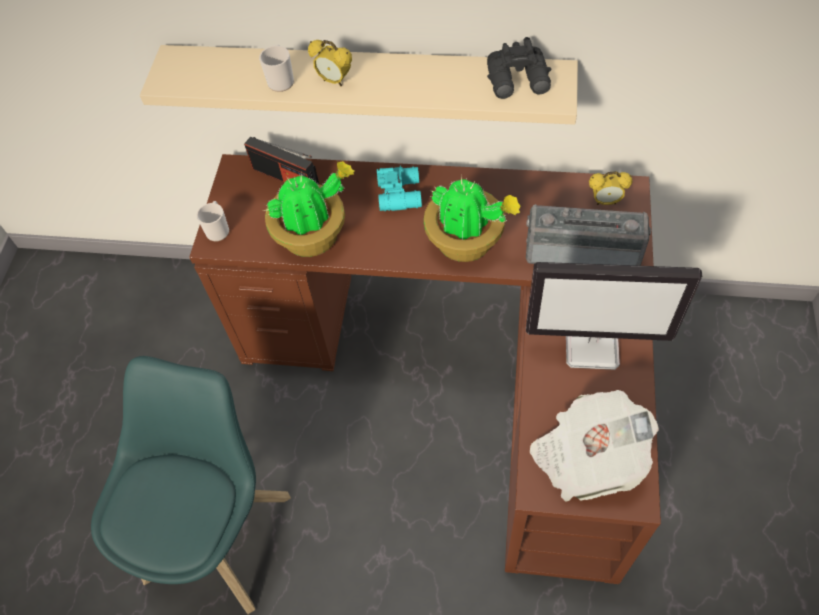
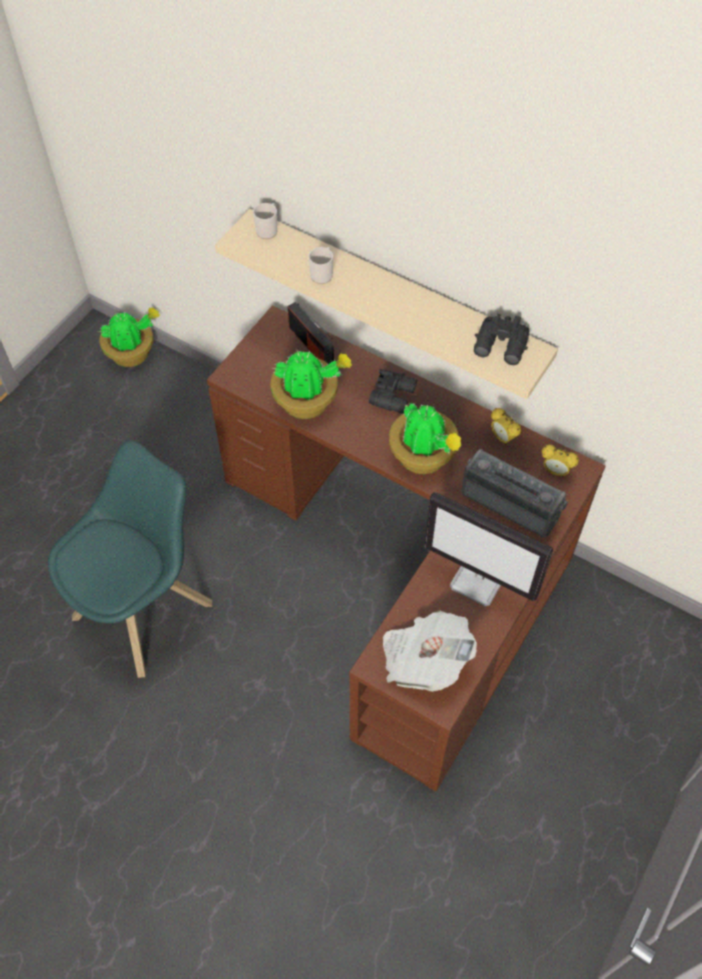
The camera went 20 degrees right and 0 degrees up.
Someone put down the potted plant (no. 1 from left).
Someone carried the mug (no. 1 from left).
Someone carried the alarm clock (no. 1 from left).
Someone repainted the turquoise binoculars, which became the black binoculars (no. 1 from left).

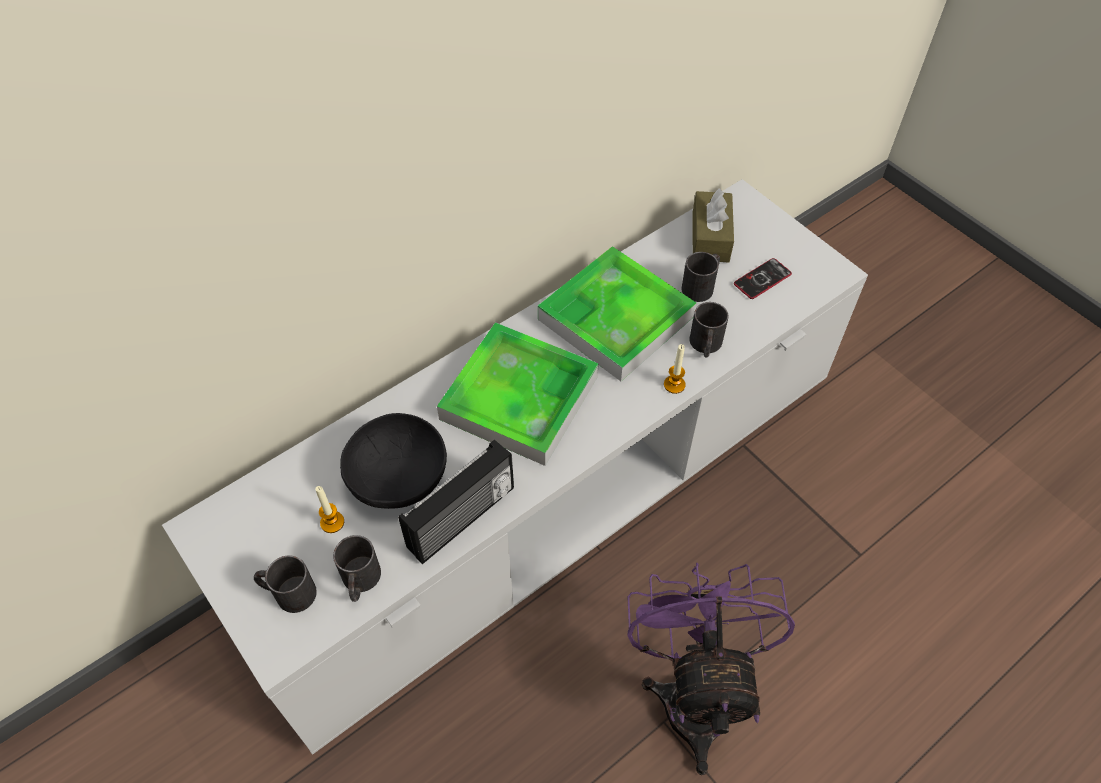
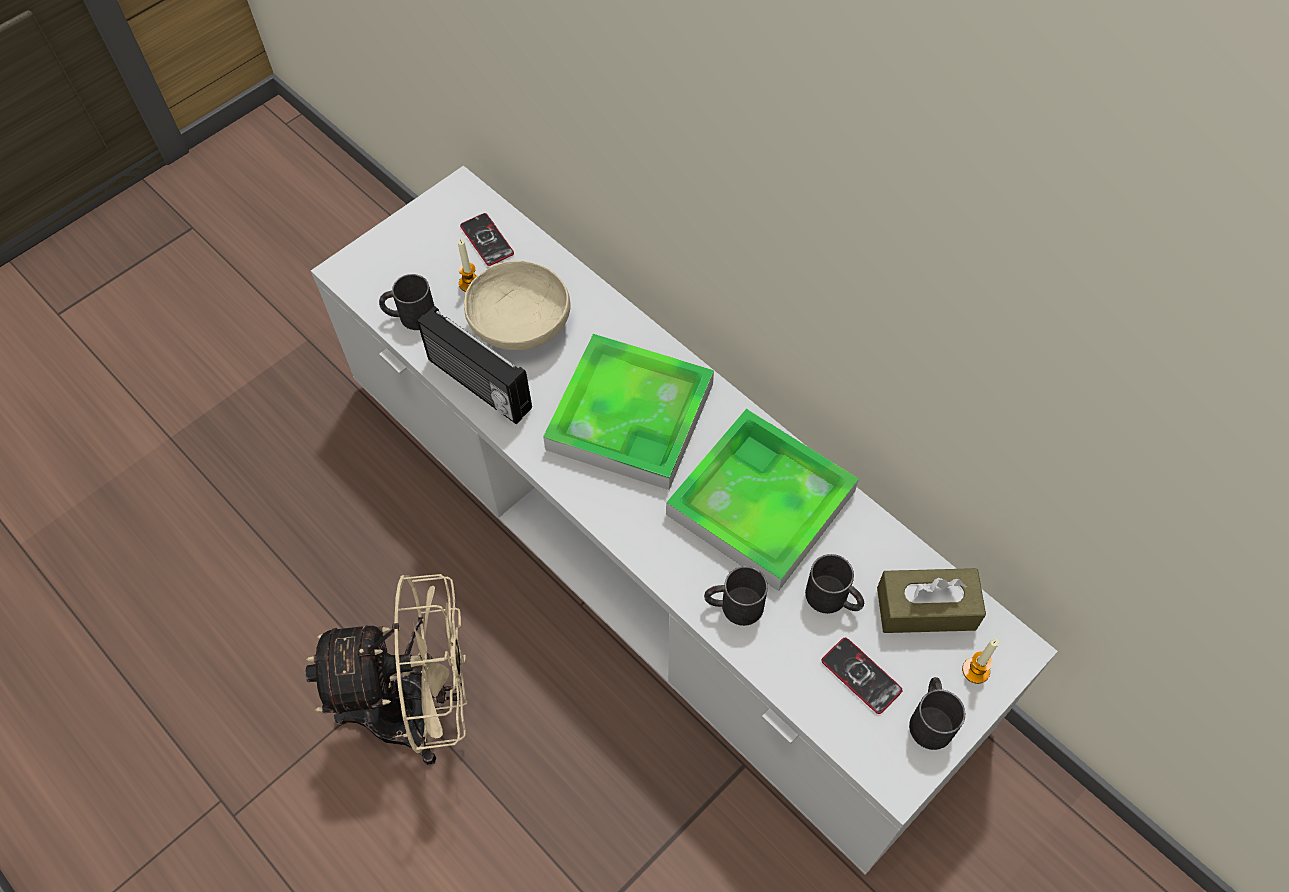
The camera went 85 degrees right and 5 degrees up.
Someone put down the phone (no. 1 from left).
Someone carried the black mug (no. 1 from left in the first image).
Someone carried the candle (no. 2 from left).
Someone repainted the black bowl, which became the beige bowl.
Someone repainted the purple fan, which became the beige fan.

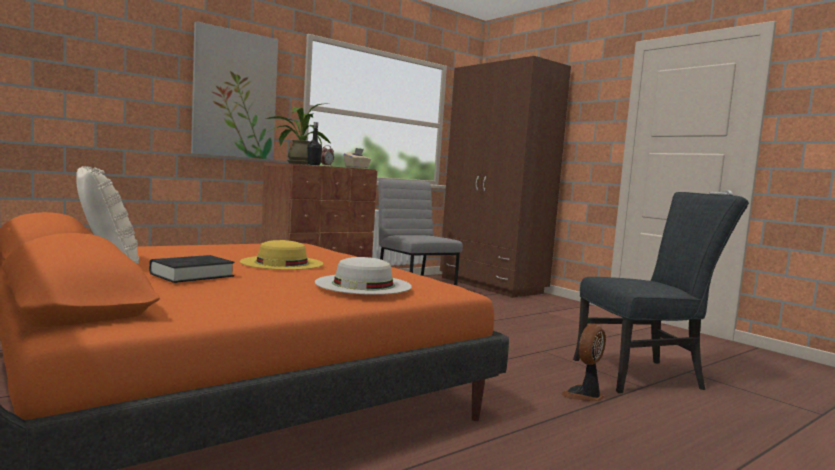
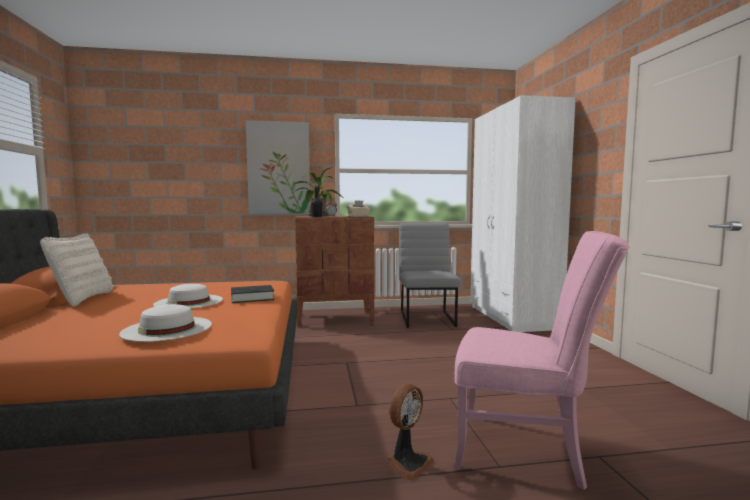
The camera went 30 degrees right and 0 degrees up.
Someone carried the black book.
Someone repainted the yellow hat, which became the white hat (no. 2 from left).
Someone repainted the brown wardrobe, which became the white wardrobe.
Someone repainted the grey chair (no. 2 from left), which became the pink chair.
Someone rotated the fan by 150 degrees clockwise.

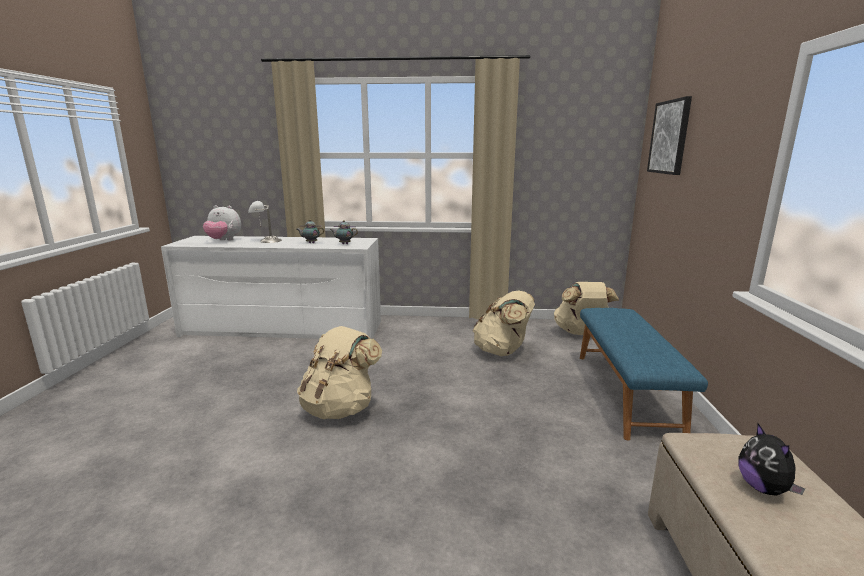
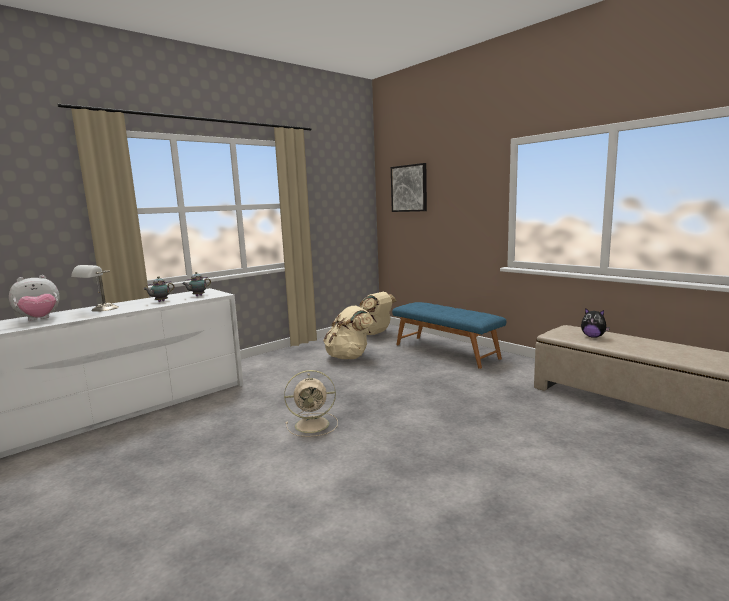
The camera went 45 degrees left and 5 degrees down.
Someone swapped the beige backpack (no. 1 from left) for the beige fan.

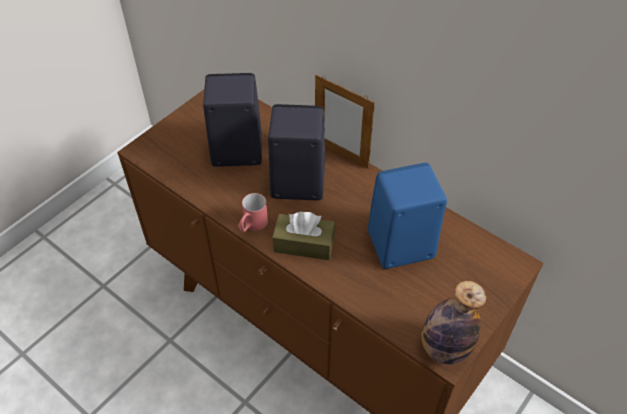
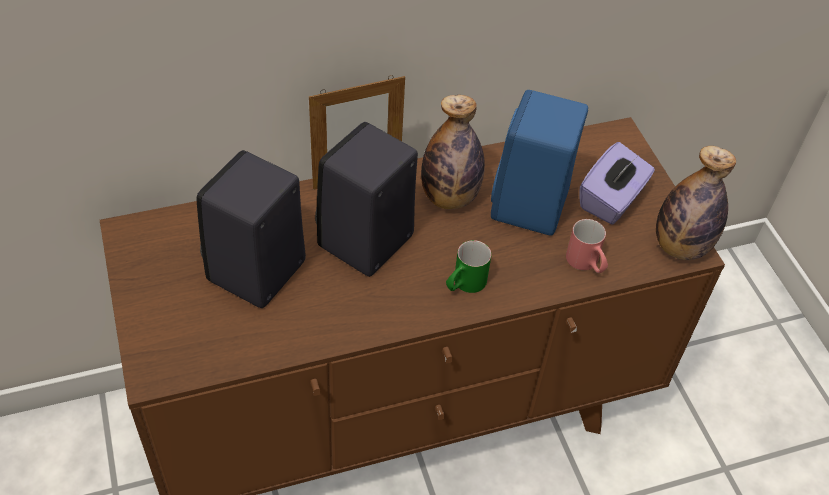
The camera went 60 degrees left and 0 degrees up.
Someone put down the bottle (no. 1 from left).
Someone put down the purple tissue box.
Someone carried the red mug.
Someone swapped the brown tissue box for the green mug.

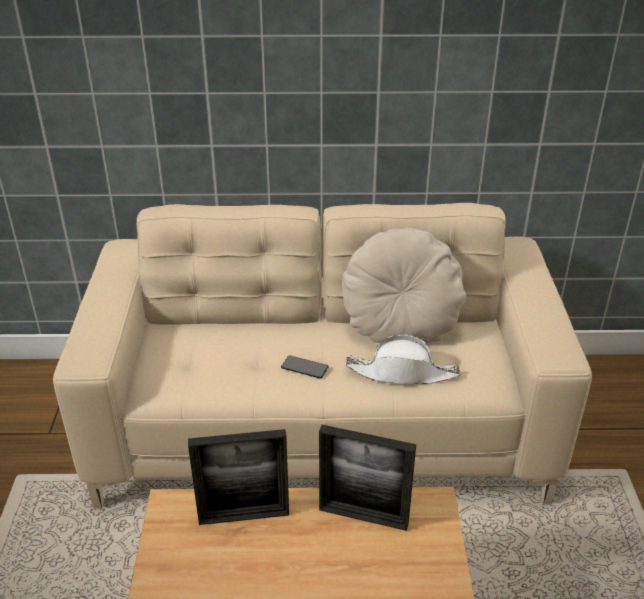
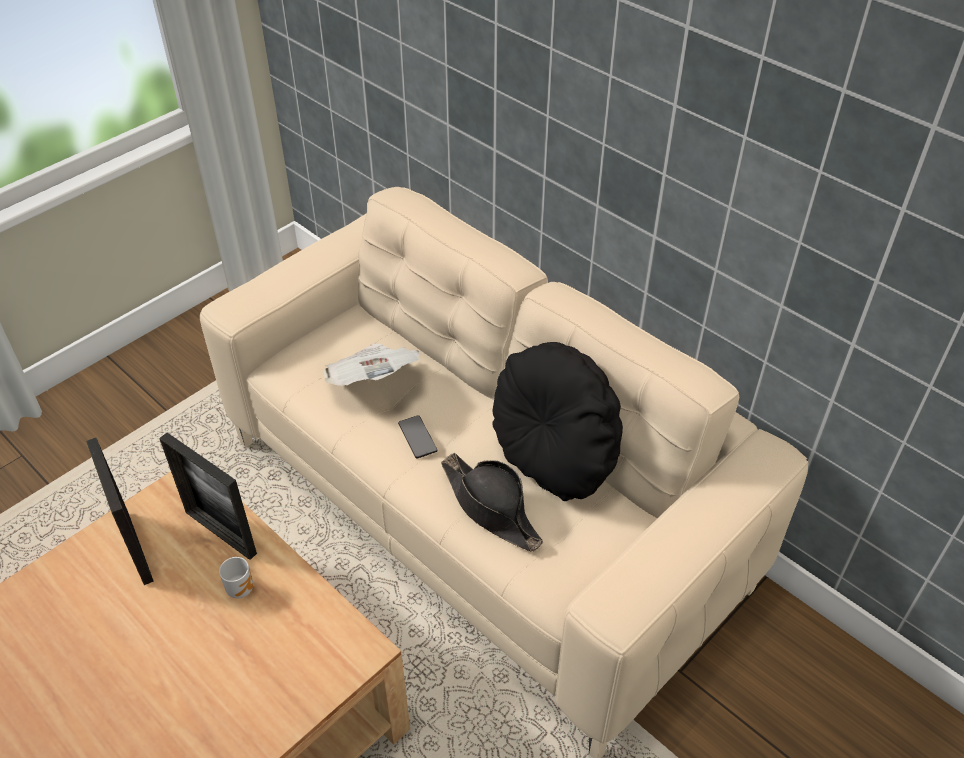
The camera went 45 degrees right and 10 degrees up.
Someone put down the mug.
Someone put down the newspaper.
Someone carried the picture frame (no. 2 from left in the first image).
Someone repainted the beige pillow, which became the black pillow.
Someone repainted the white hat, which became the black hat.

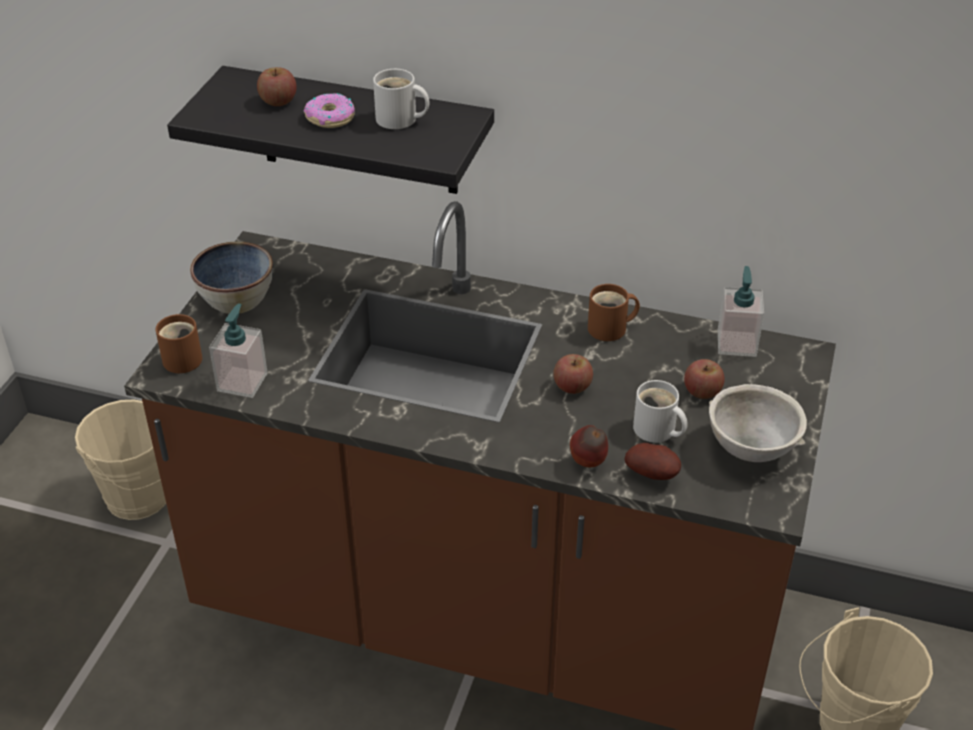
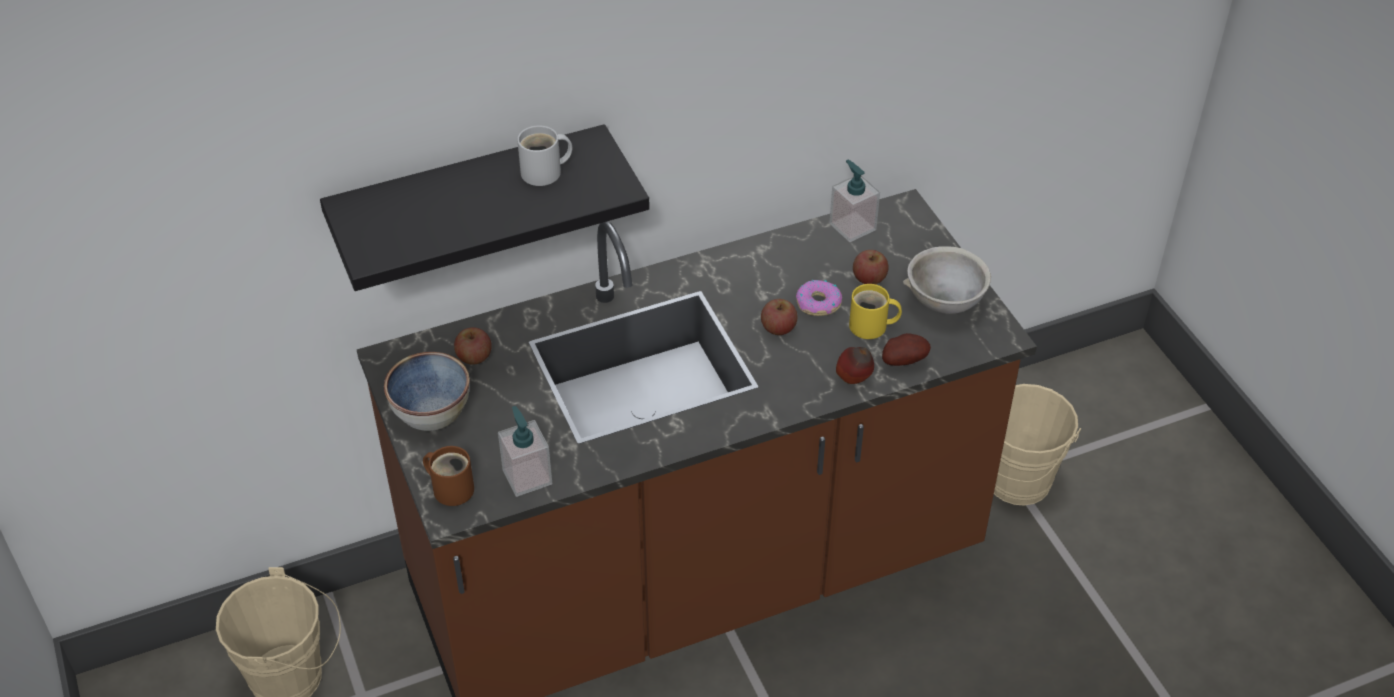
The camera went 40 degrees left and 5 degrees up.
Someone took away the brown mug (no. 2 from left).
Someone carried the apple (no. 1 from left).
Someone carried the donut.
Someone repainted the white mug (no. 2 from left), which became the yellow mug.

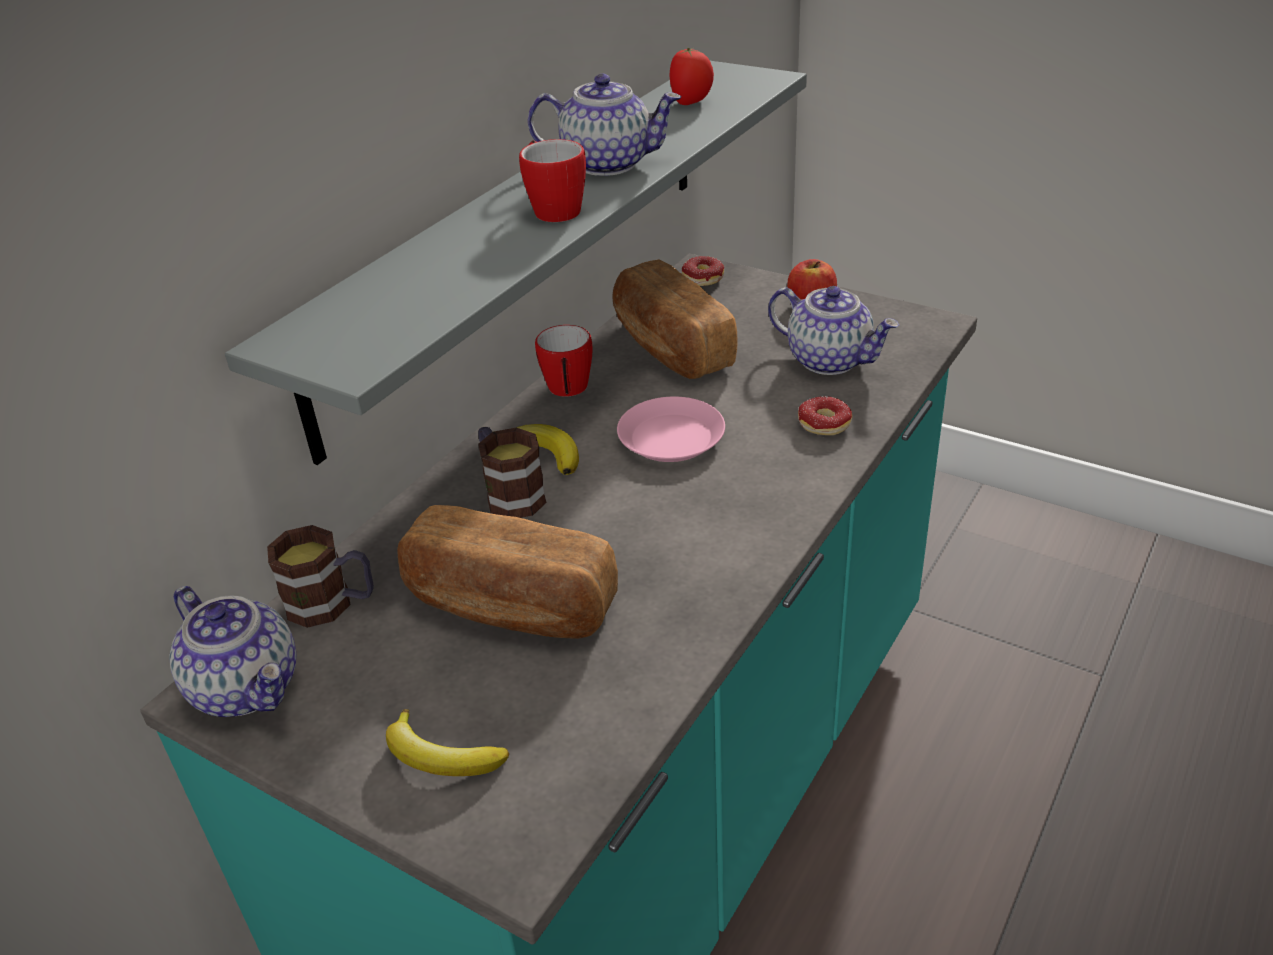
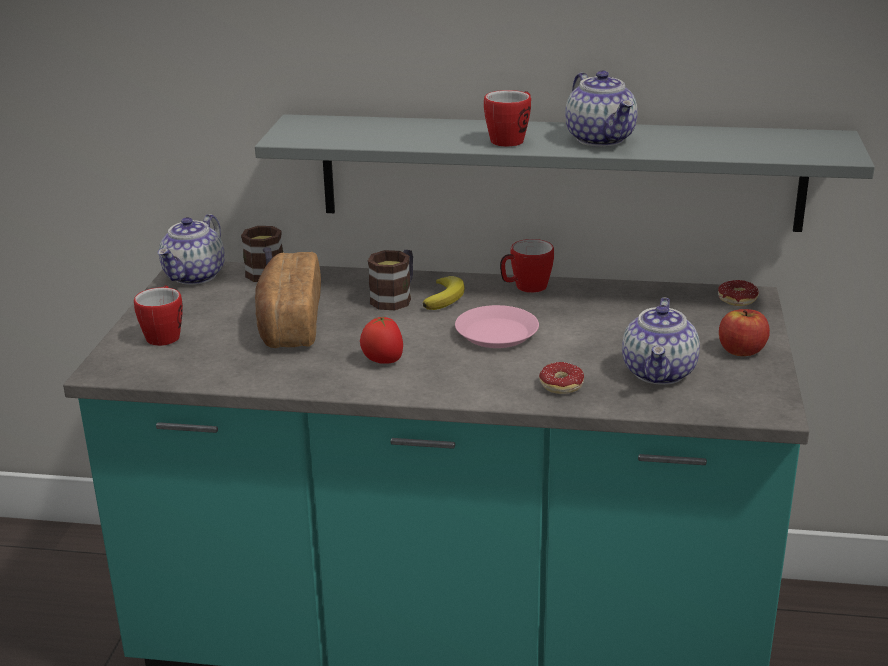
The camera went 65 degrees right and 10 degrees down.
Someone took away the bread (no. 2 from left).
Someone carried the tomato.
Someone swapped the banana (no. 1 from left) for the mug (no. 1 from left).

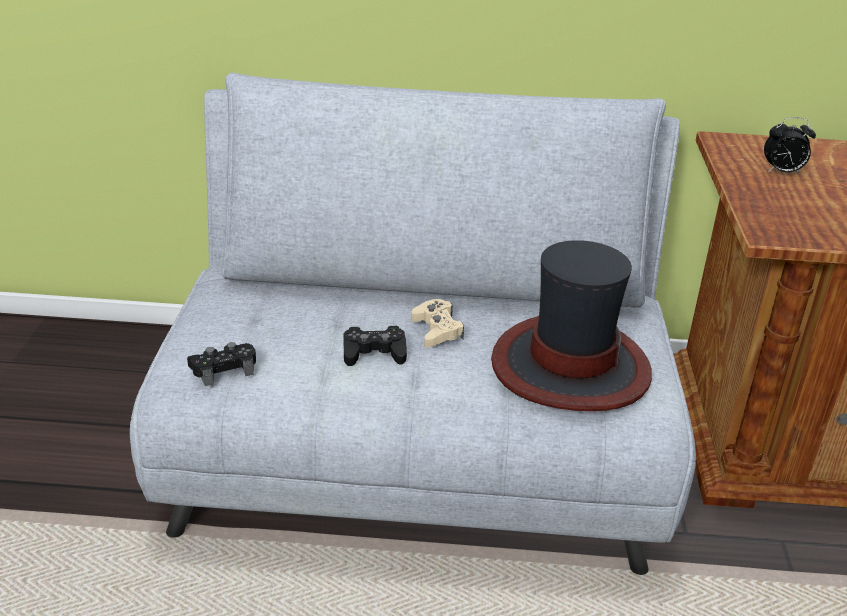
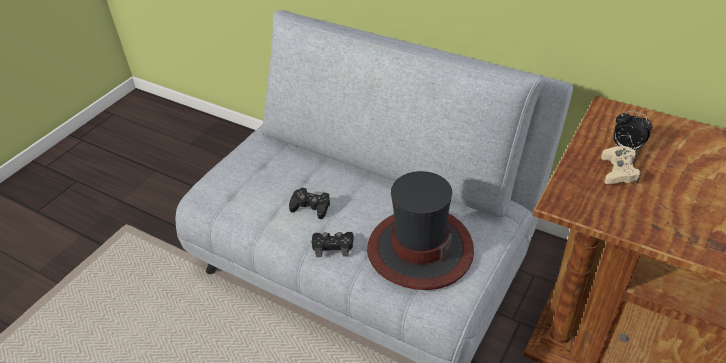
The camera went 30 degrees right and 10 degrees up.
Someone carried the black game controller (no. 1 from left in the first image).
Someone carried the beige game controller.

